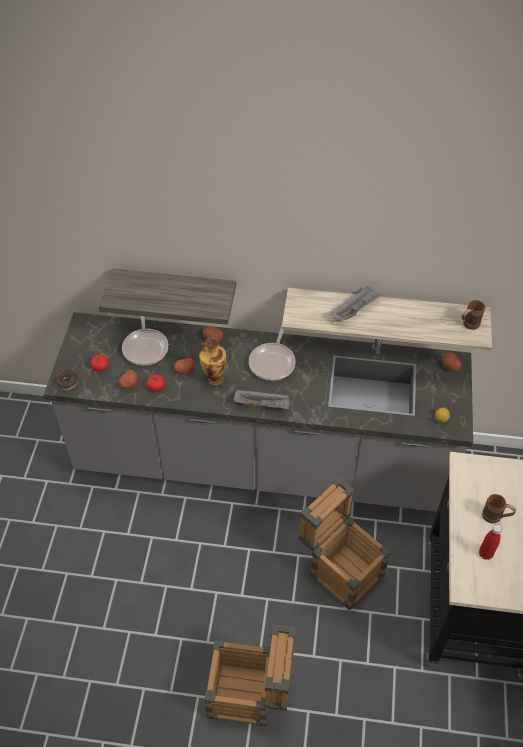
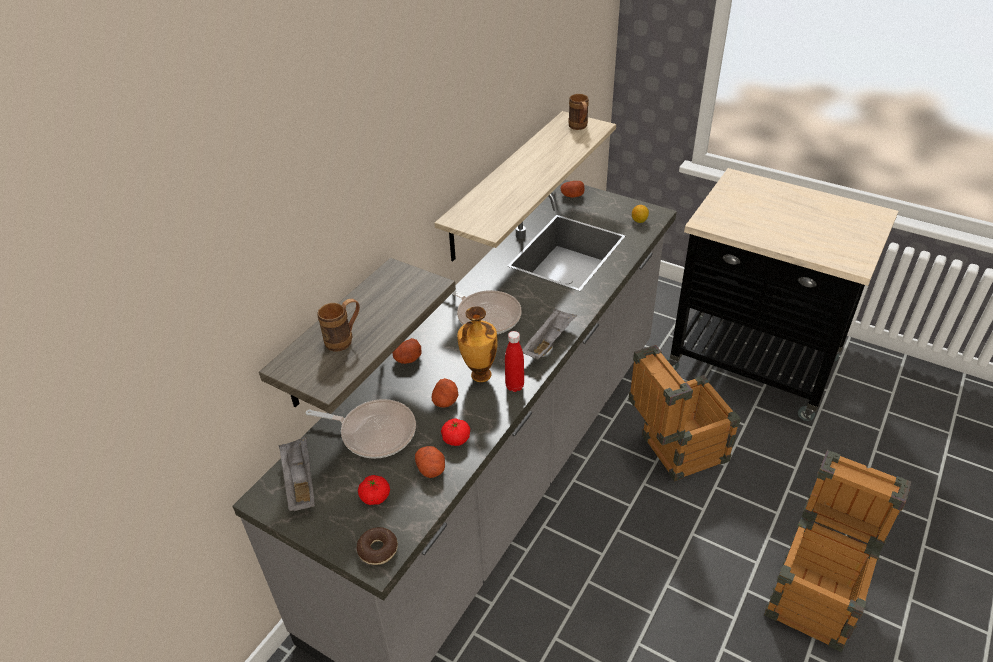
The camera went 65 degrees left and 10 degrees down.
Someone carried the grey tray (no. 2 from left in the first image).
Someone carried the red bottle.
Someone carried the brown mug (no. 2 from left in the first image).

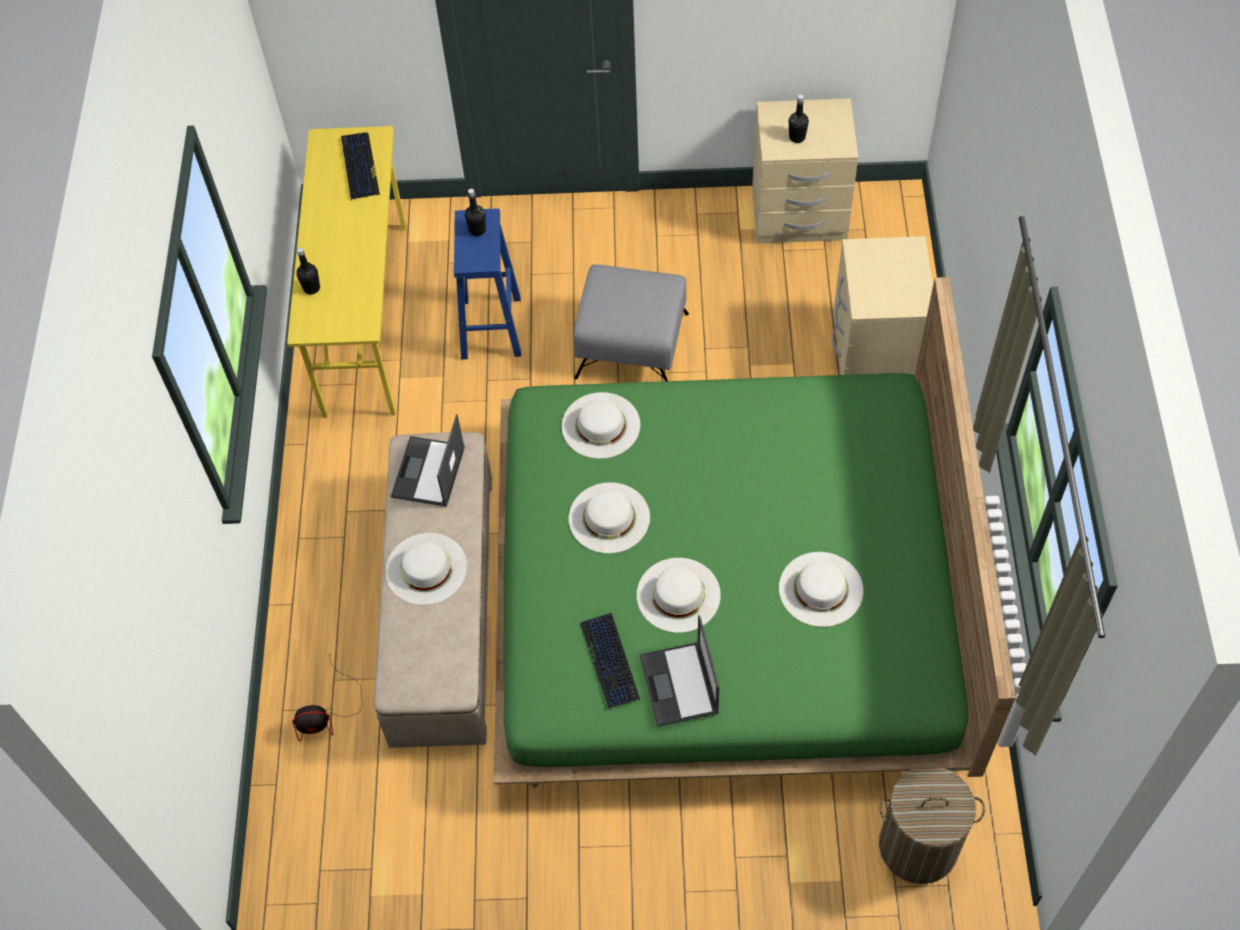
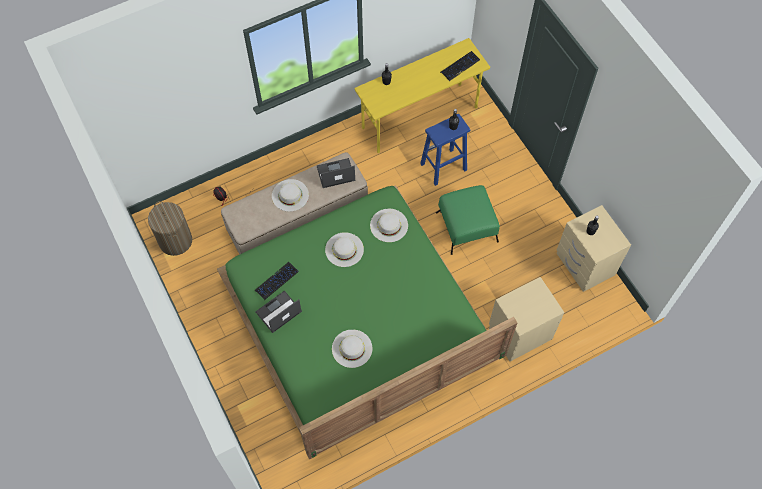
The camera went 60 degrees right and 5 degrees up.
Someone took away the white hat (no. 4 from left).
Someone carried the laundry basket.
Someone repainted the grey ottoman, which became the green ottoman.

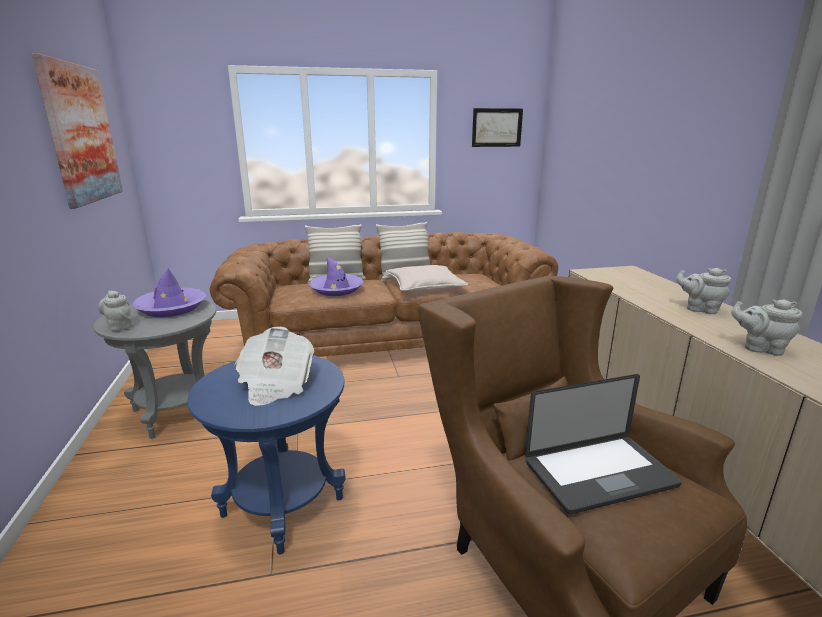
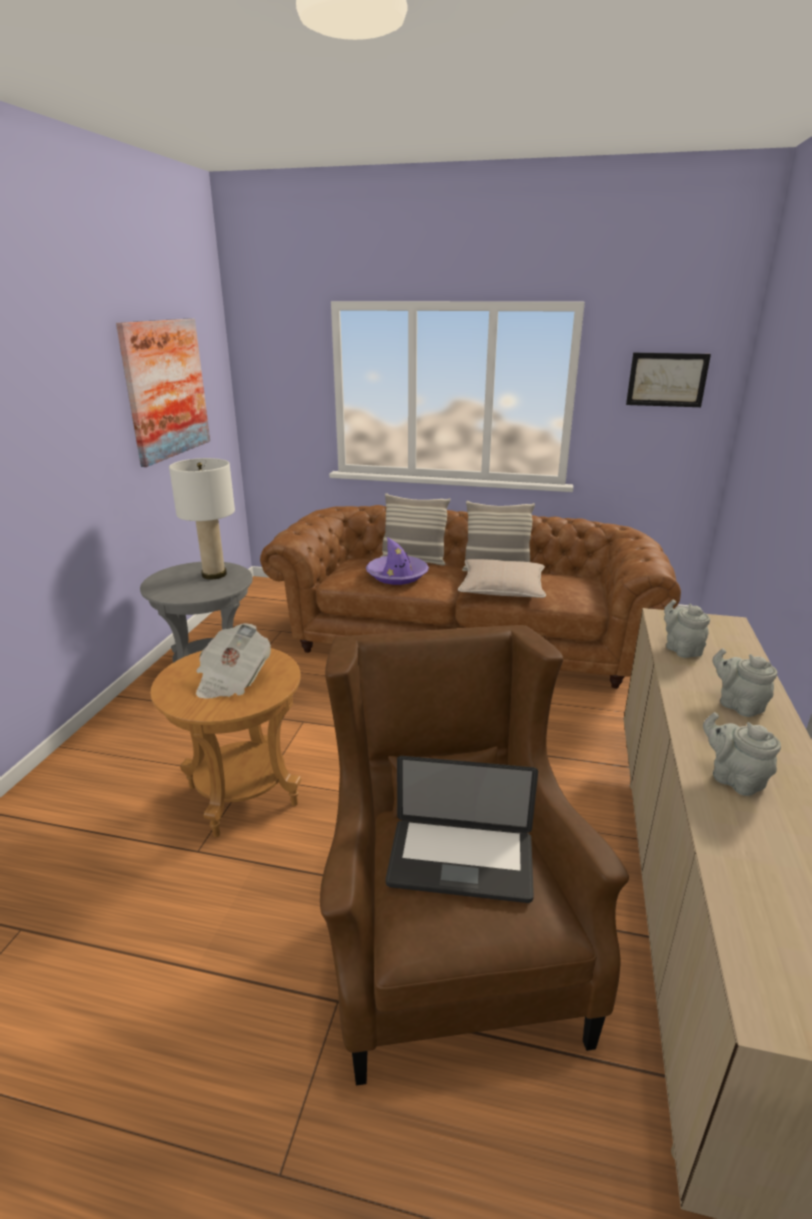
The camera went 25 degrees right and 5 degrees up.
Someone carried the grey teapot (no. 1 from left).
Someone swapped the purple hat (no. 1 from left) for the white table lamp.
Someone repainted the blue side table, which became the brown side table.

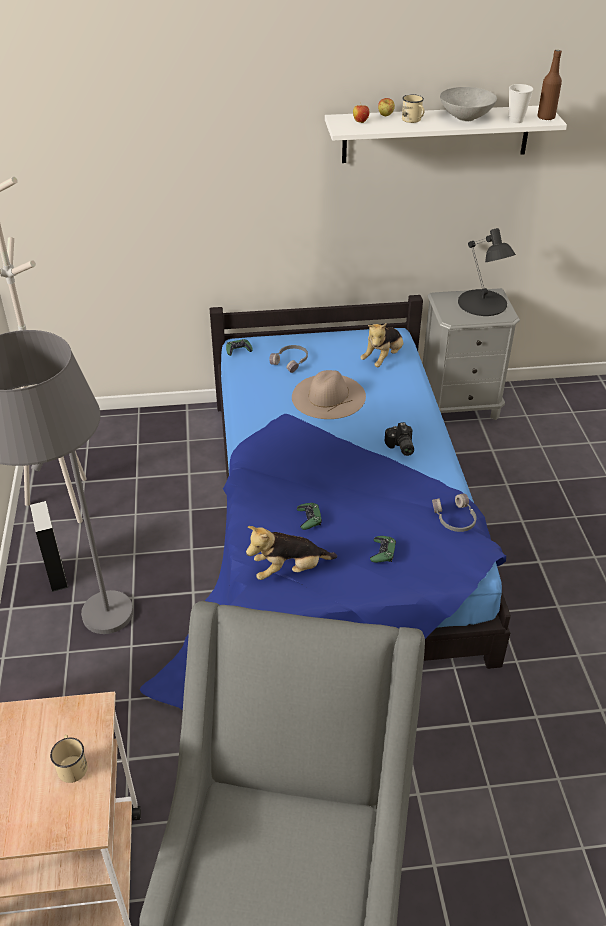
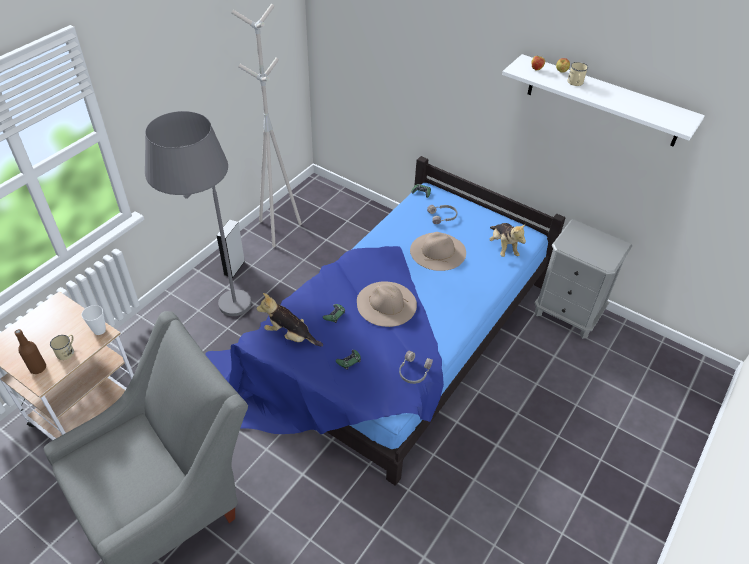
The camera went 40 degrees right and 5 degrees up.
Someone took away the photo camera.
Someone took away the grey bowl.
Someone took away the black table lamp.
Someone put down the beige hat (no. 1 from left).
Someone carried the cup.
Someone carried the brown bottle.
Someone rotated the plush toy (no. 2 from left) by 90 degrees counterclockwise.

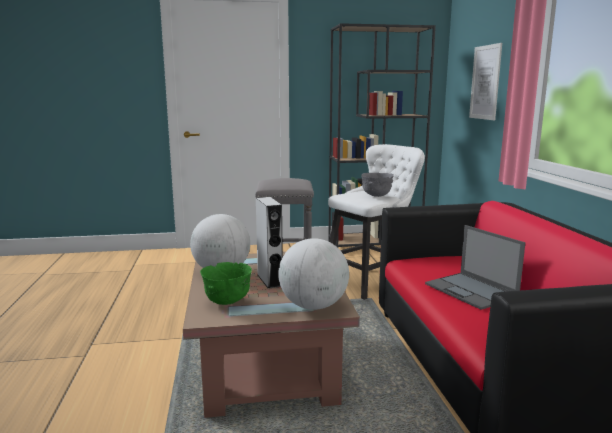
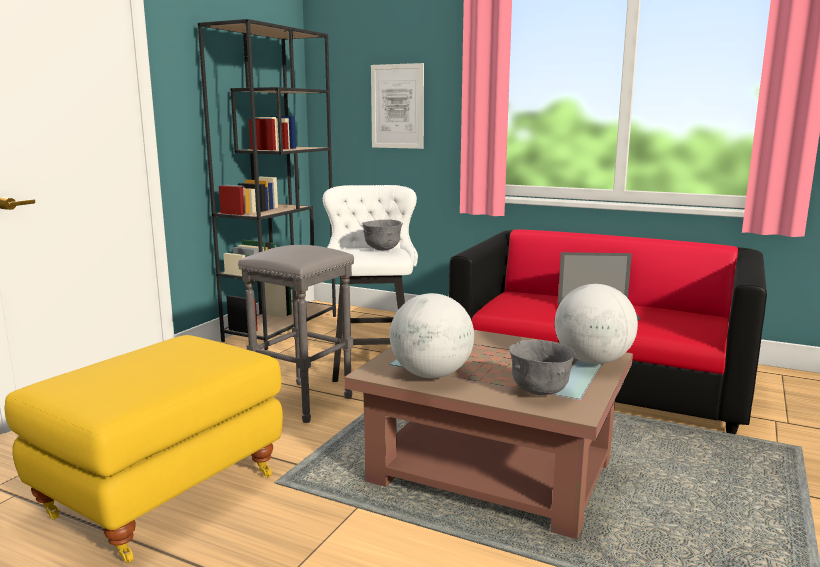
The camera went 55 degrees left and 0 degrees up.
Someone took away the grey speaker.
Someone put down the yellow ottoman.
Someone repainted the green bowl, which became the grey bowl (no. 2 from left).

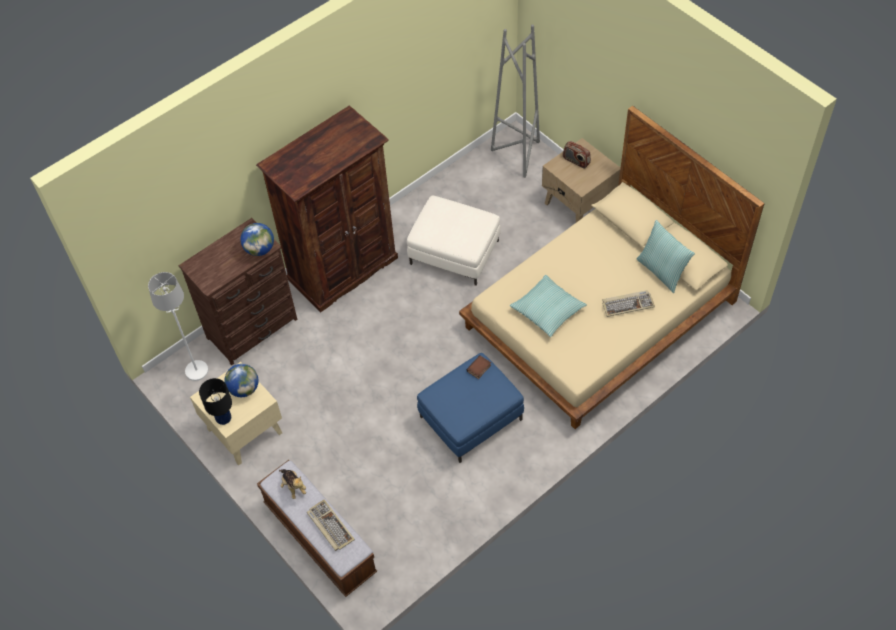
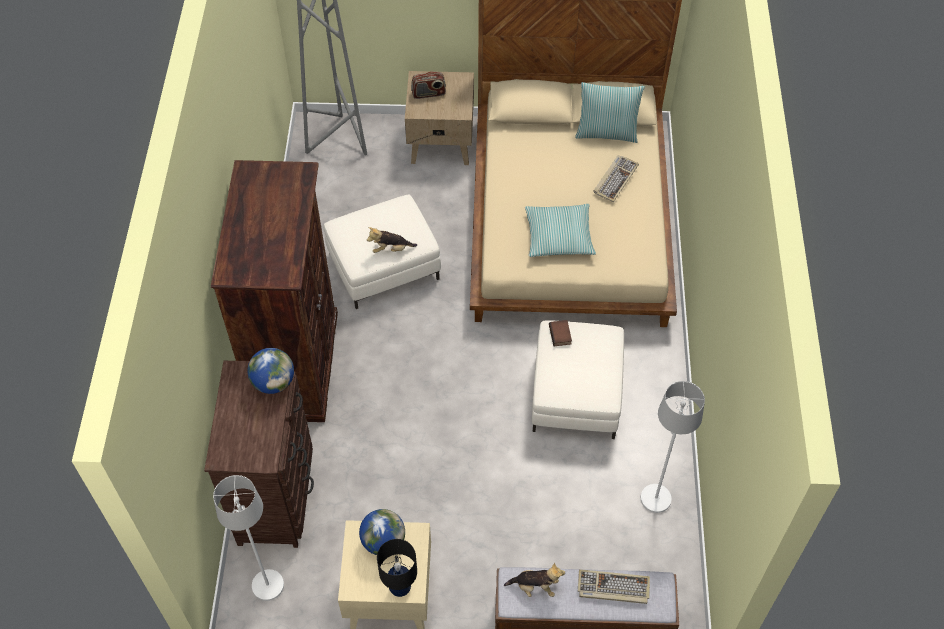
The camera went 50 degrees left and 0 degrees up.
Someone put down the plush toy (no. 1 from left).
Someone put down the white floor lamp (no. 2 from left).
Someone repainted the blue ottoman, which became the white ottoman (no. 2 from left).

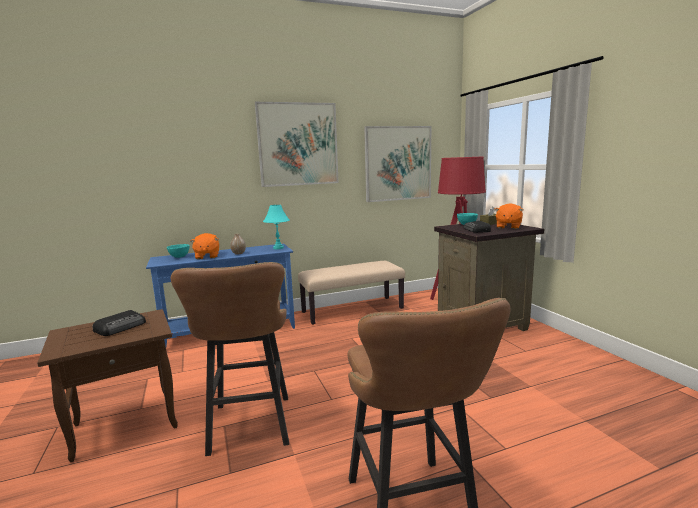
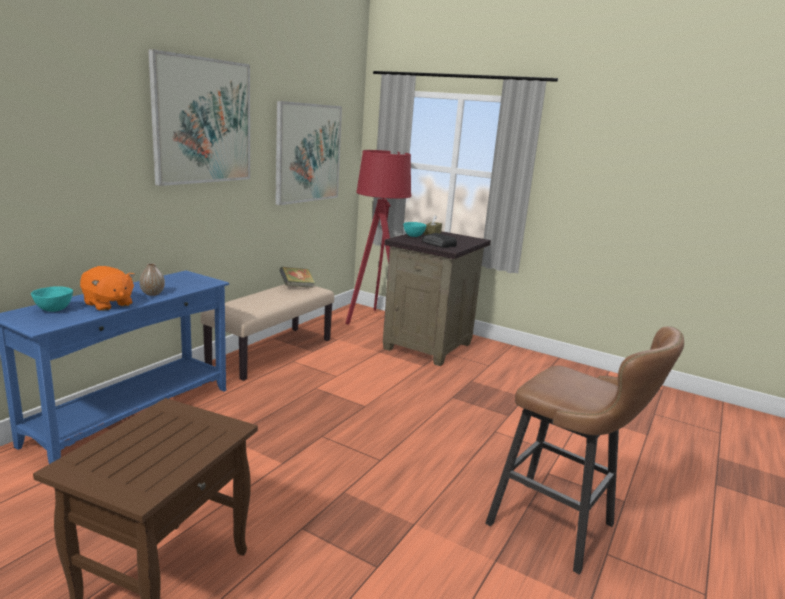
The camera went 40 degrees left and 5 degrees up.
Someone took away the radio (no. 1 from left).
Someone took away the brown stool (no. 1 from left).
Someone took away the turquoise table lamp.
Someone took away the orange plush toy (no. 2 from left).
Someone put down the book.

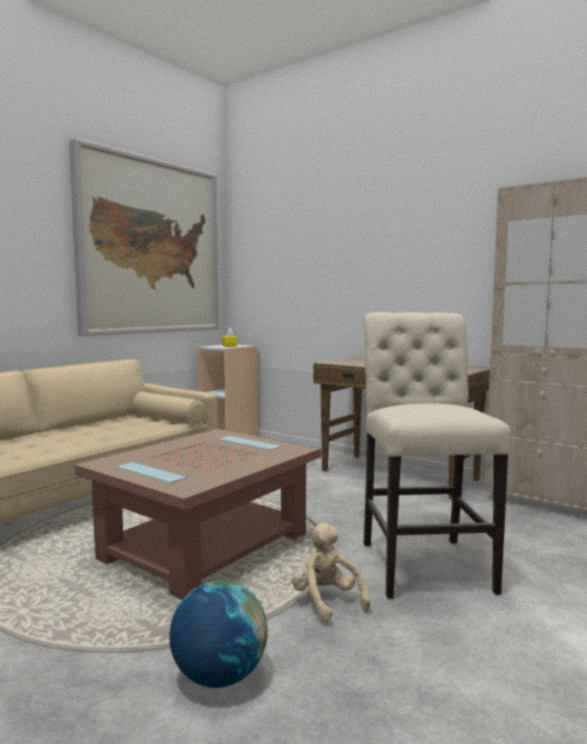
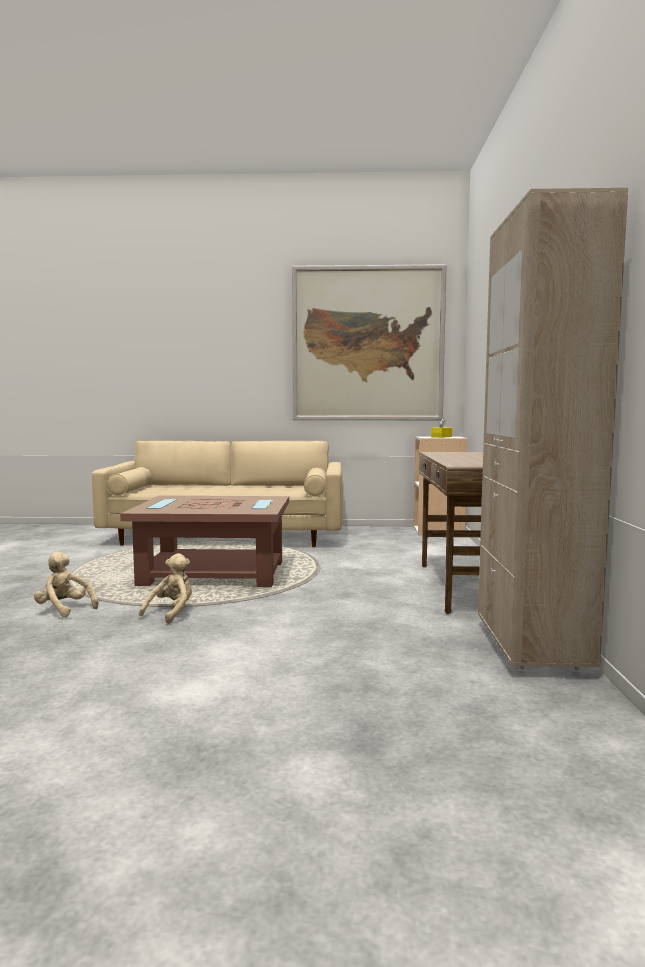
The camera went 55 degrees right and 0 degrees up.
Someone took away the beige stool.
Someone swapped the globe for the beige plush toy (no. 1 from left).

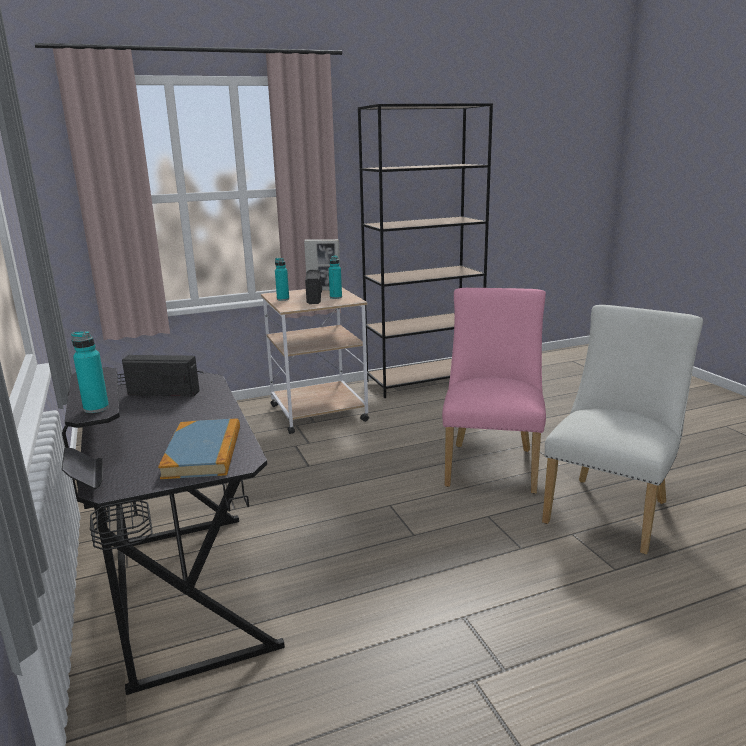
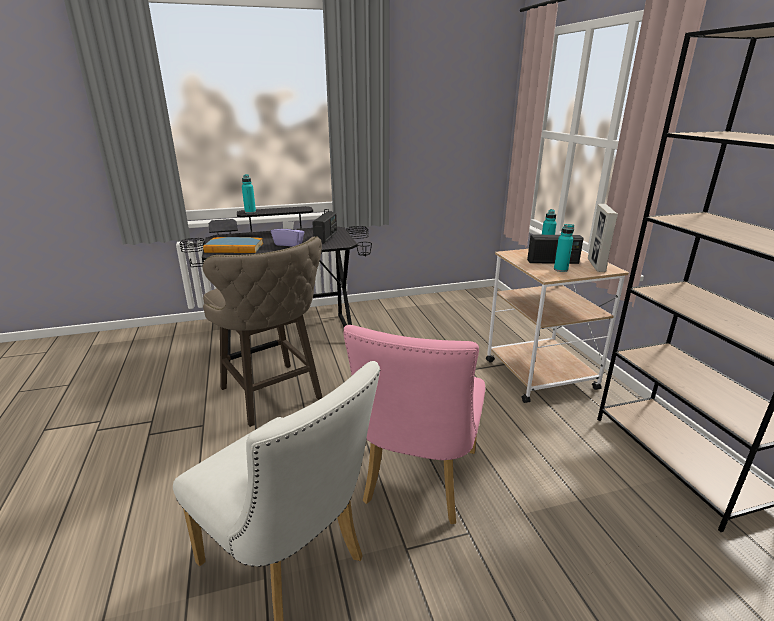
The camera went 95 degrees right and 5 degrees up.
Someone put down the beige stool.
Someone put down the purple tissue box.
Someone rotated the pink chair by 90 degrees clockwise.

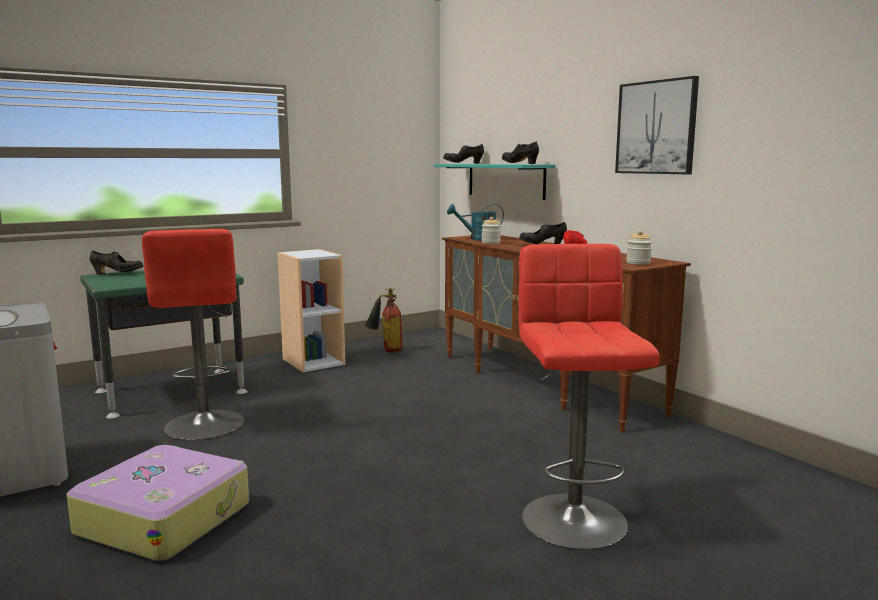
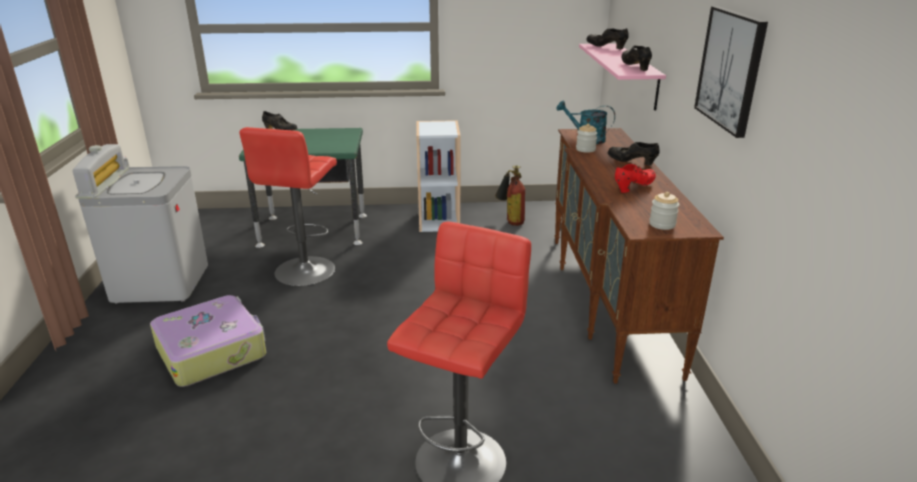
The camera went 30 degrees right and 15 degrees up.
Someone repainted the turquoise shelf, which became the pink shelf.

